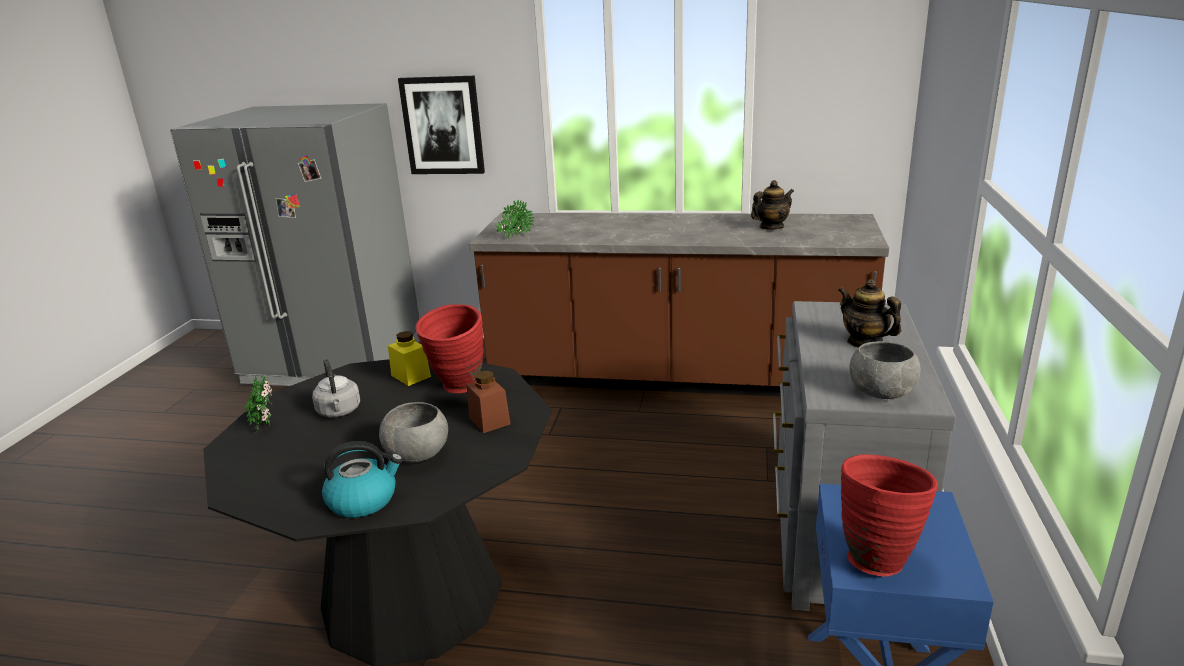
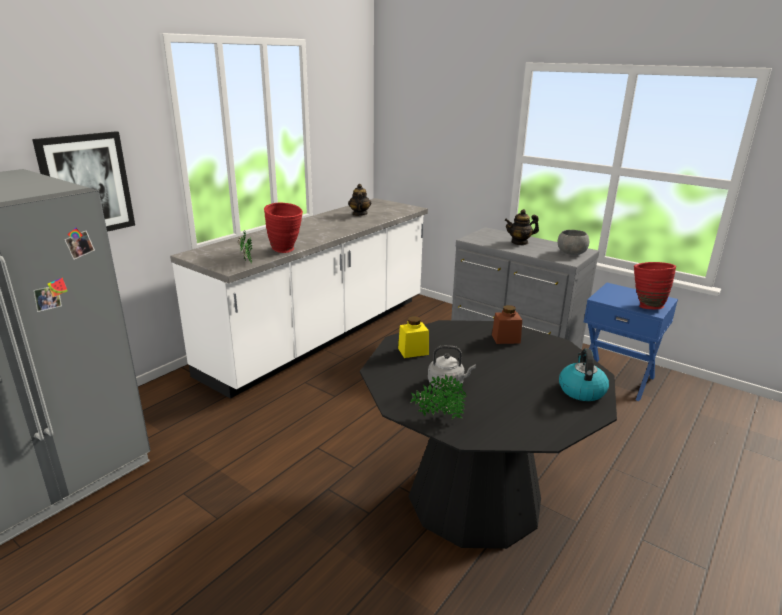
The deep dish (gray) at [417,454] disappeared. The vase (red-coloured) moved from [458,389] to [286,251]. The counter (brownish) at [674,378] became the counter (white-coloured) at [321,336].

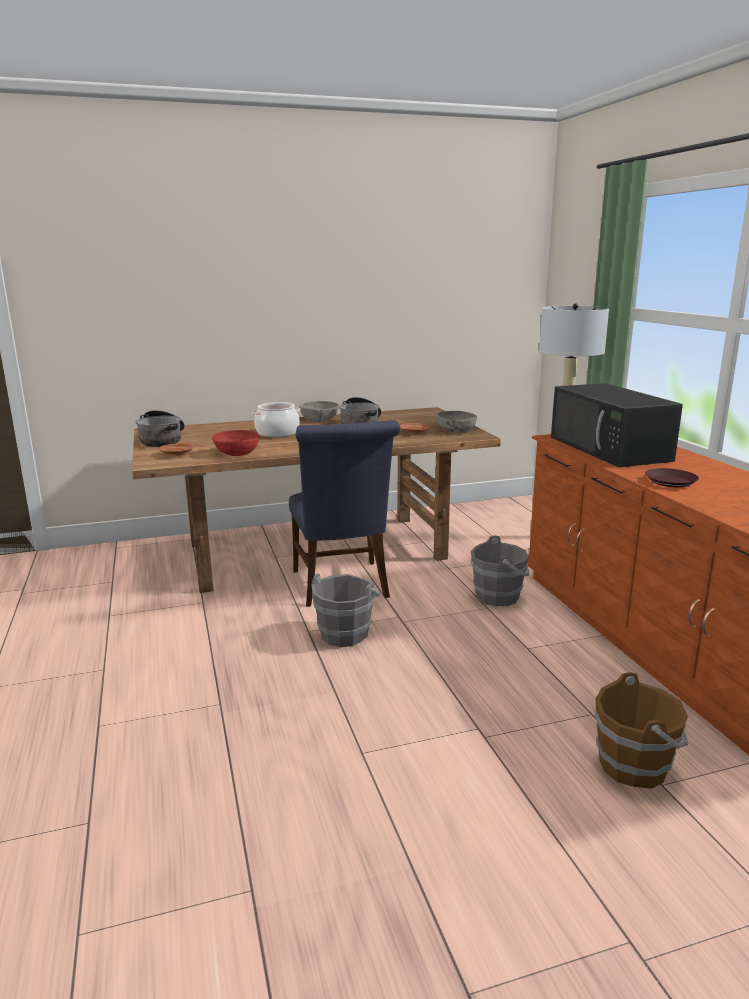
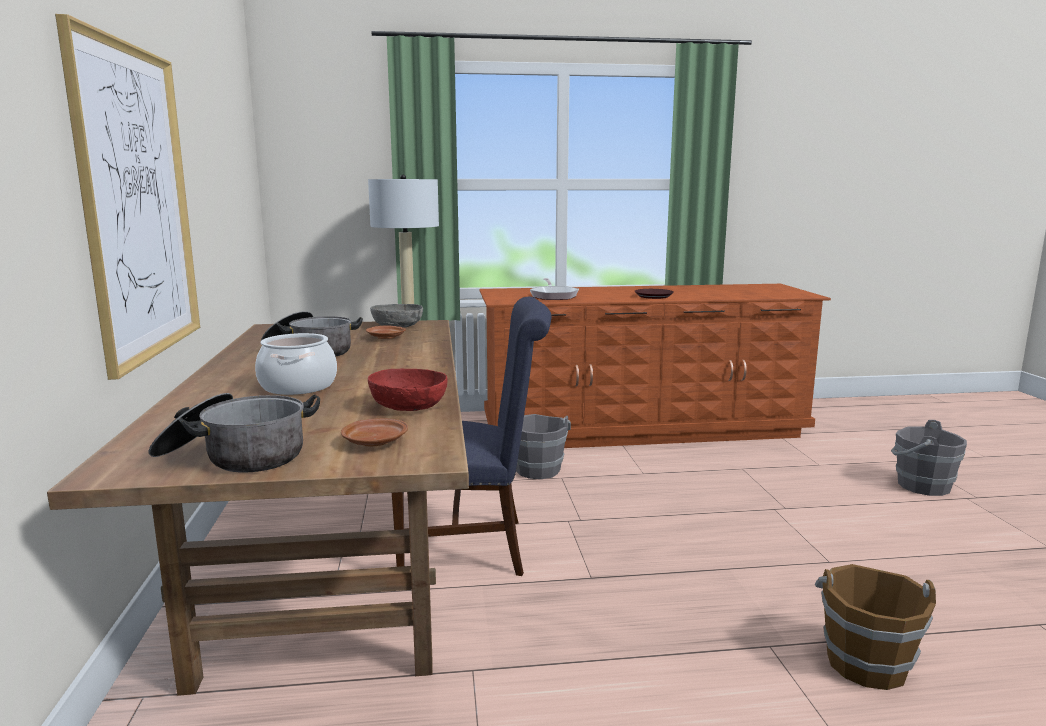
The deep dish (gray) at [319,420] disappeared. The picture at [138,203] appeared. The pail (gray) moved from [344,633] to [921,485]. The pail (brownish) moved from [635,766] to [866,662]. The microwave oven (black-coloured) at [610,449] was replaced by the pan at [553,296].

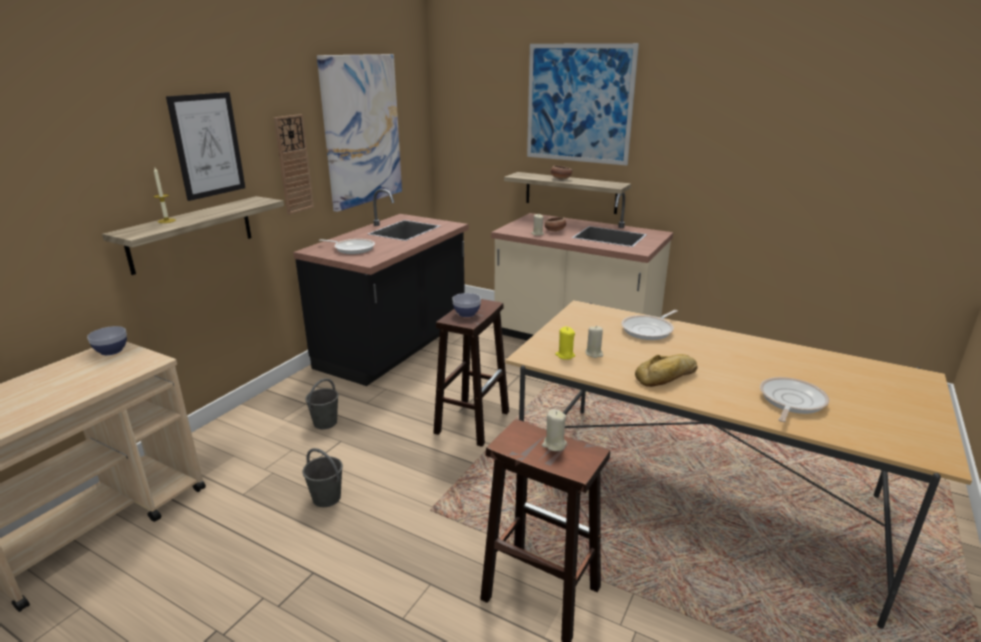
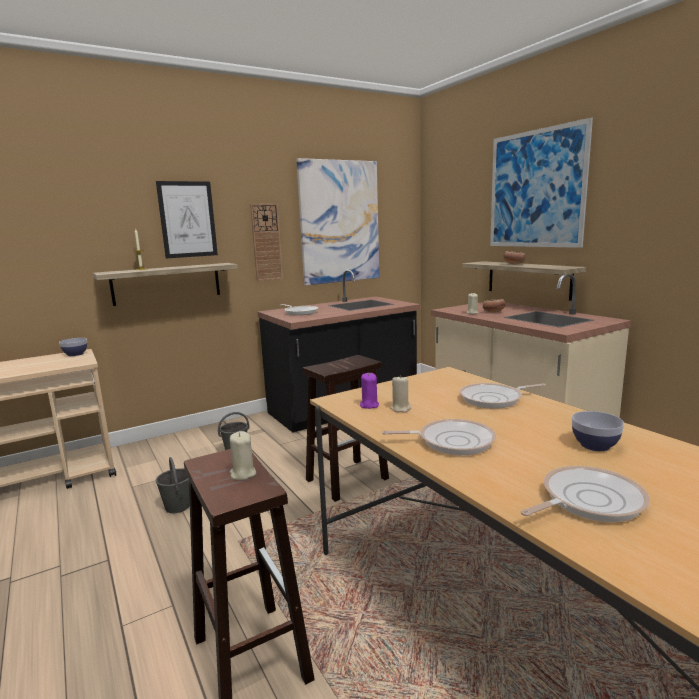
The deep dish moved from [466,314] to [594,445]. The baked bread at [667,376] was replaced by the pan at [451,441]. The wax candle (yellow) at [565,355] became the wax candle (purple-coloured) at [369,405].

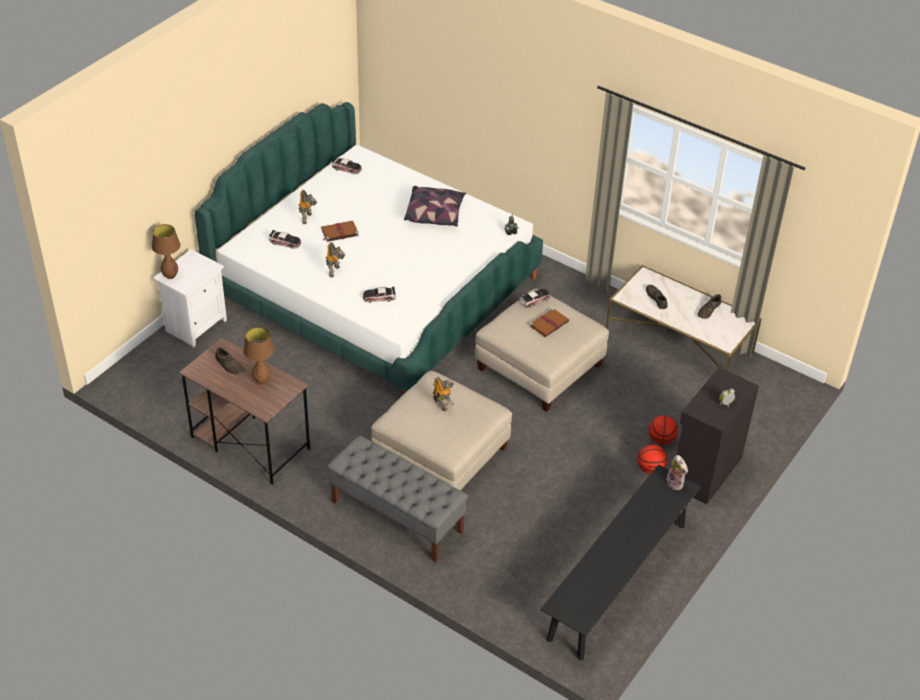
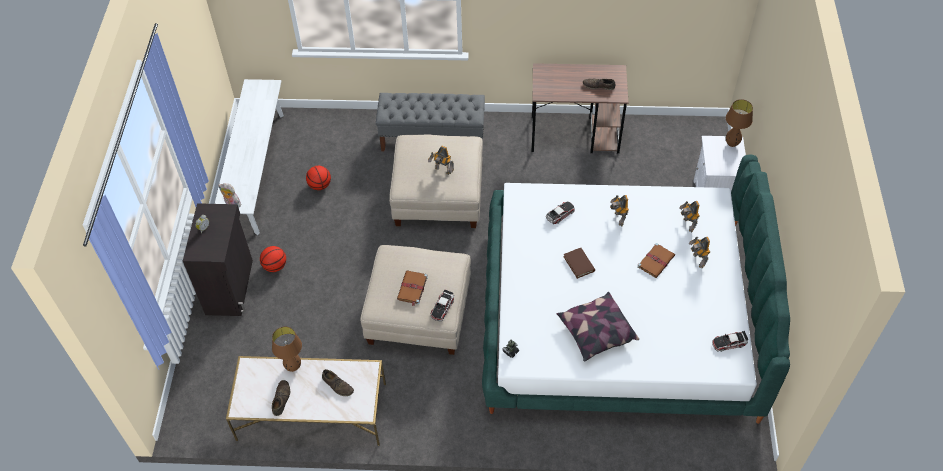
The book (brownish) at [579,264] appeared. The lamp for a table (brownish) moved from [261,381] to [293,367]. The basketball ball moved from [661,440] to [320,185]. The model car at [285,242] was replaced by the toy robot at [687,225]. The indoor bench (black-coloured) at [618,581] became the indoor bench (white-coloured) at [256,171].

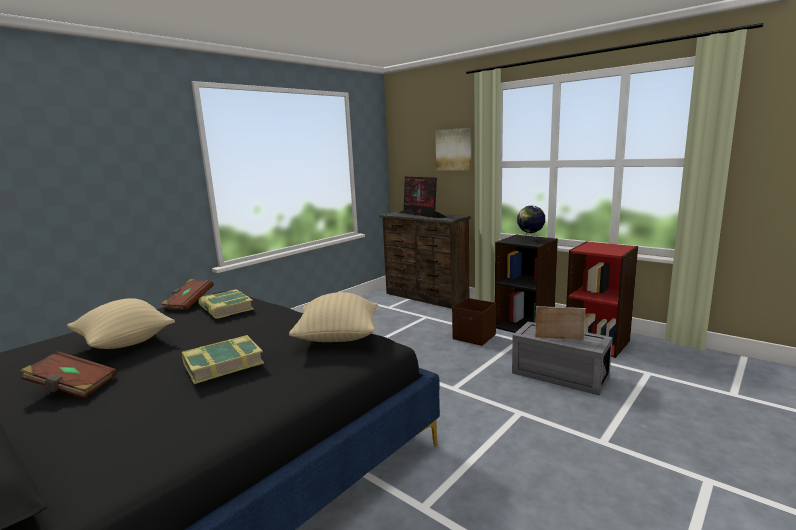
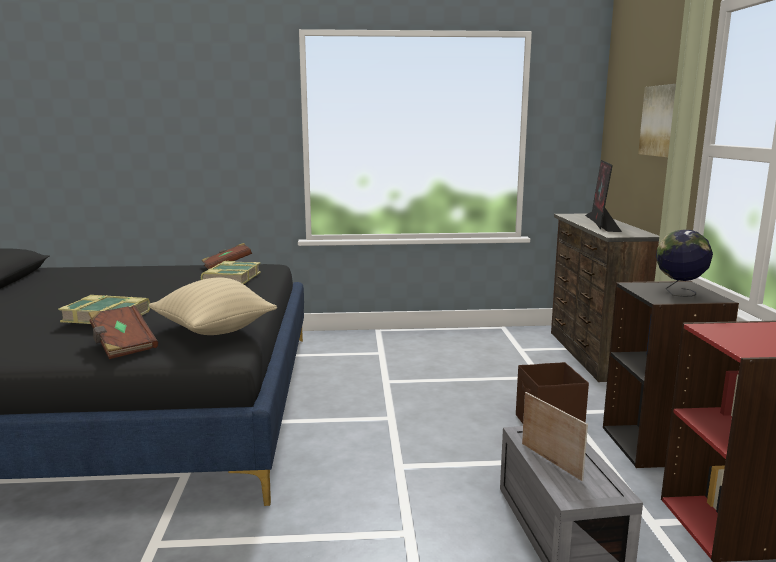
The pillow (beige-coloured) at [125,343] disappeared. The book (brownish) moved from [72,387] to [122,345].

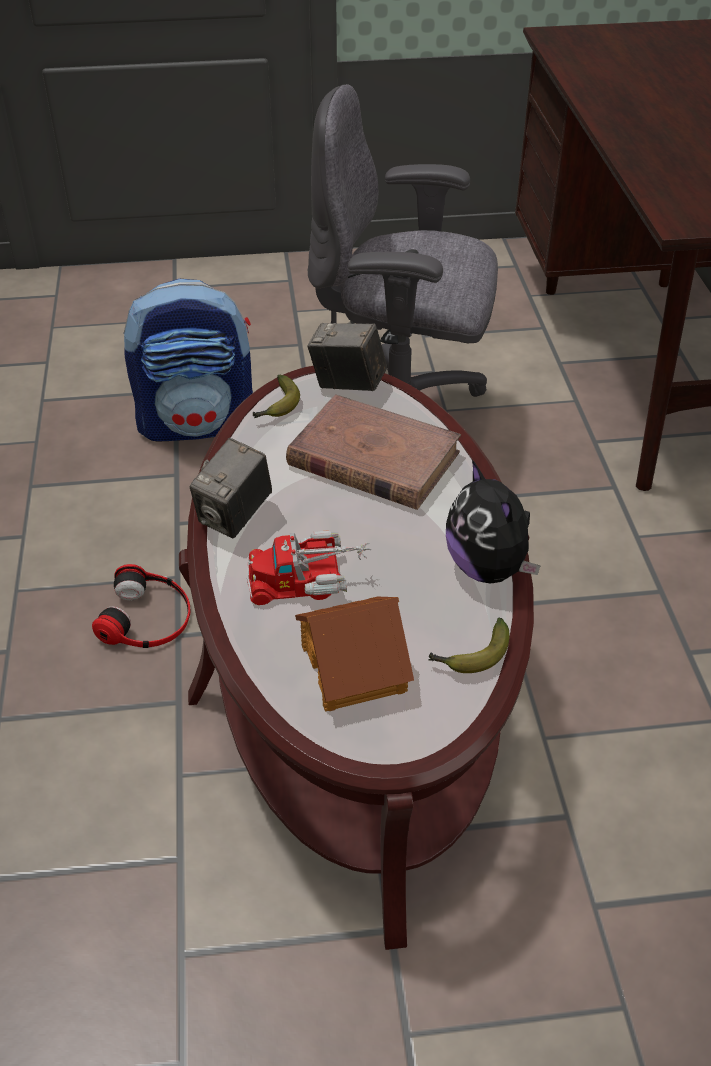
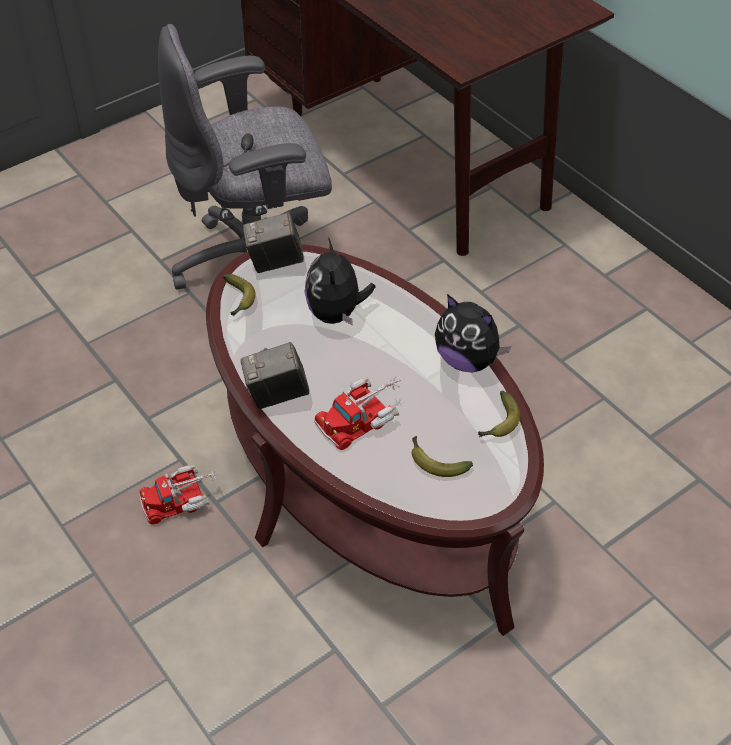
The backpack at [198,423] disappeared. The headphones at [147,617] was replaced by the toy lorry at [182,499]. The book (brownish) at [372,459] was replaced by the cuddly toy at [336,314]. The model house at [355,667] was replaced by the banana fruit at [435,462]. The still camera at [235,516] turned 75 degrees clockwise.

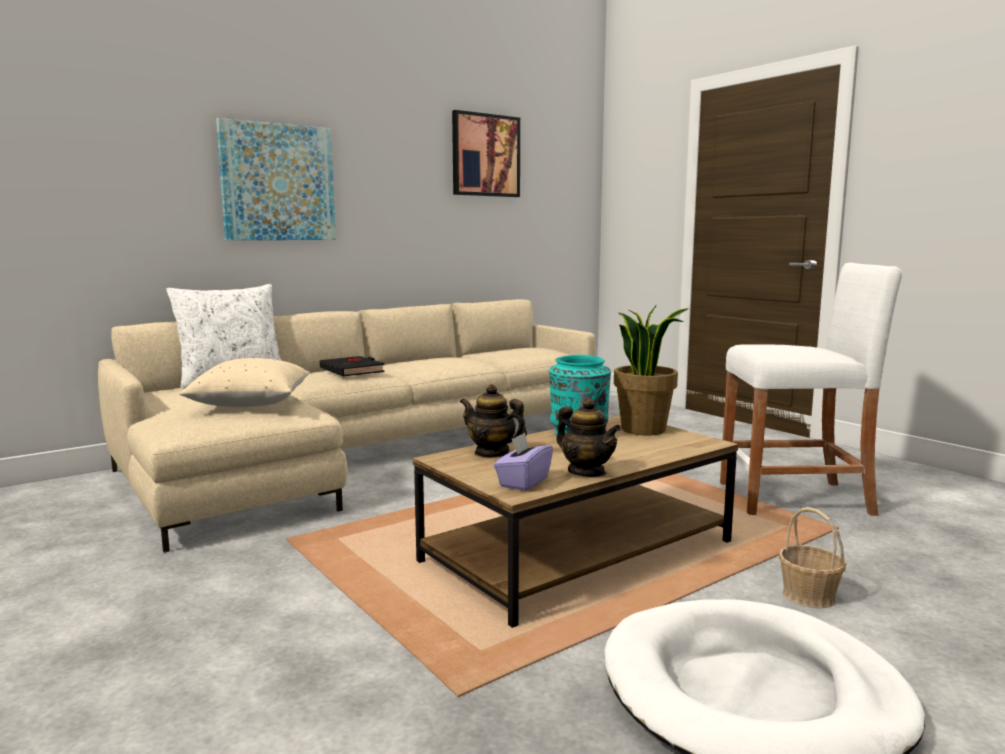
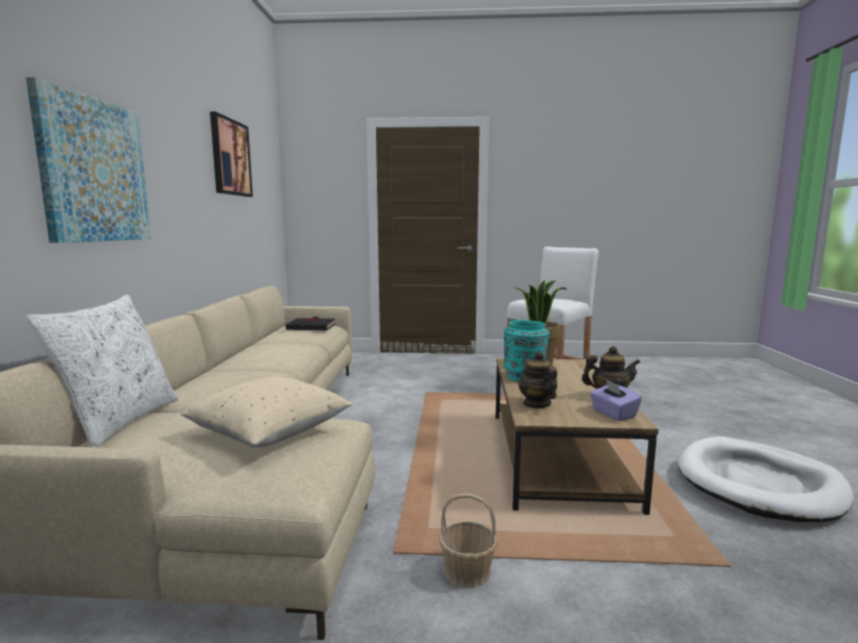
The book (black-coloured) moved from [352,371] to [311,328]. The storage basket moved from [809,596] to [468,571]. The teapot at [492,453] turned 90 degrees clockwise.

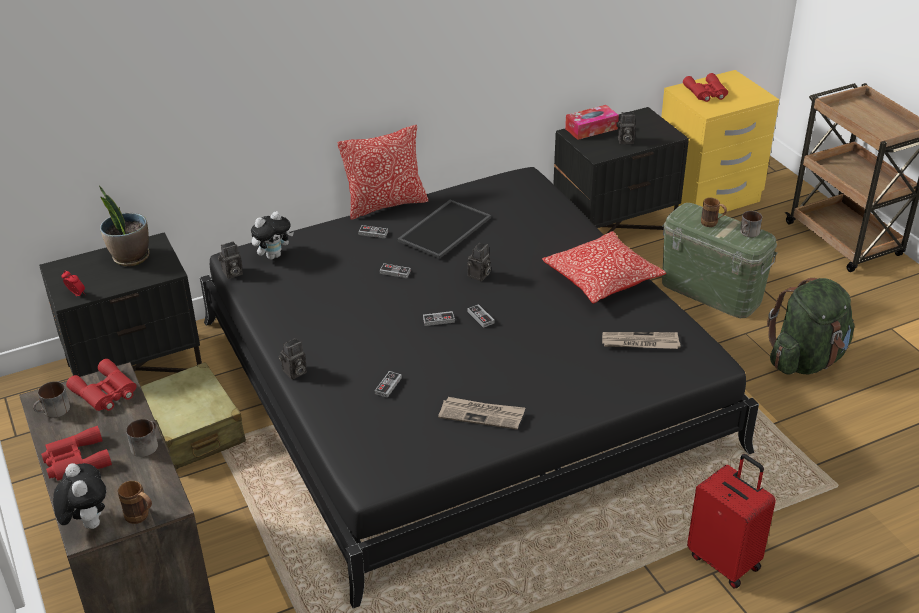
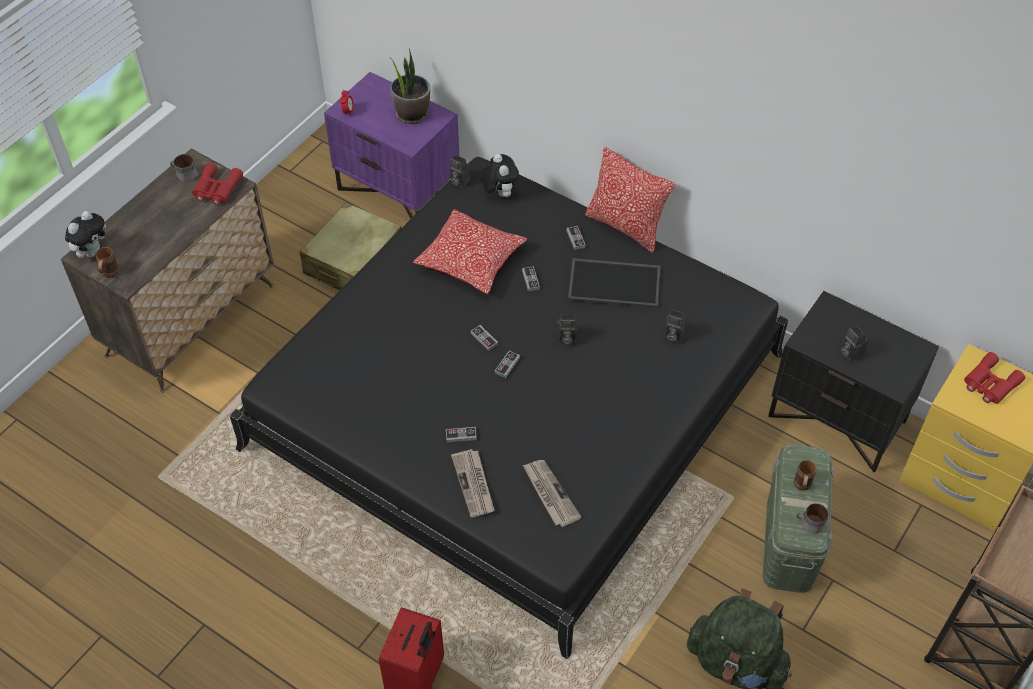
The binoculars (red-coloured) at [75,460] disappeared. The mug at [145,444] disappeared. The box of tissues at [591,129] disappeared. The still camera moved from [294,373] to [672,335]. The game controller moved from [388,385] to [461,435]. The newspaper moved from [482,415] to [474,484]. The pillow moved from [602,279] to [470,260]. The night table (black-coloured) at [135,368] became the night table (purple-coloured) at [398,191]. The cuddly toy at [273,255] turned 135 degrees counterclockwise.

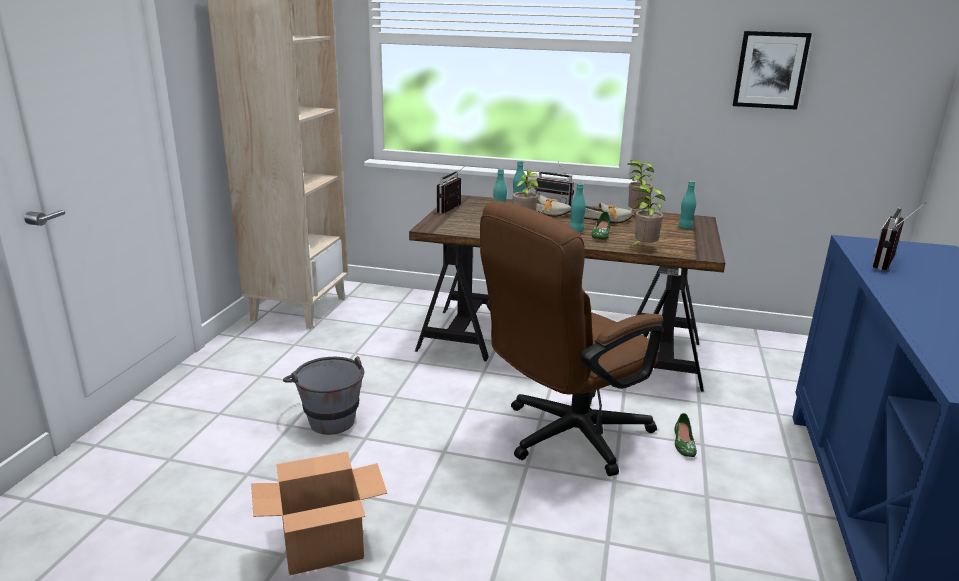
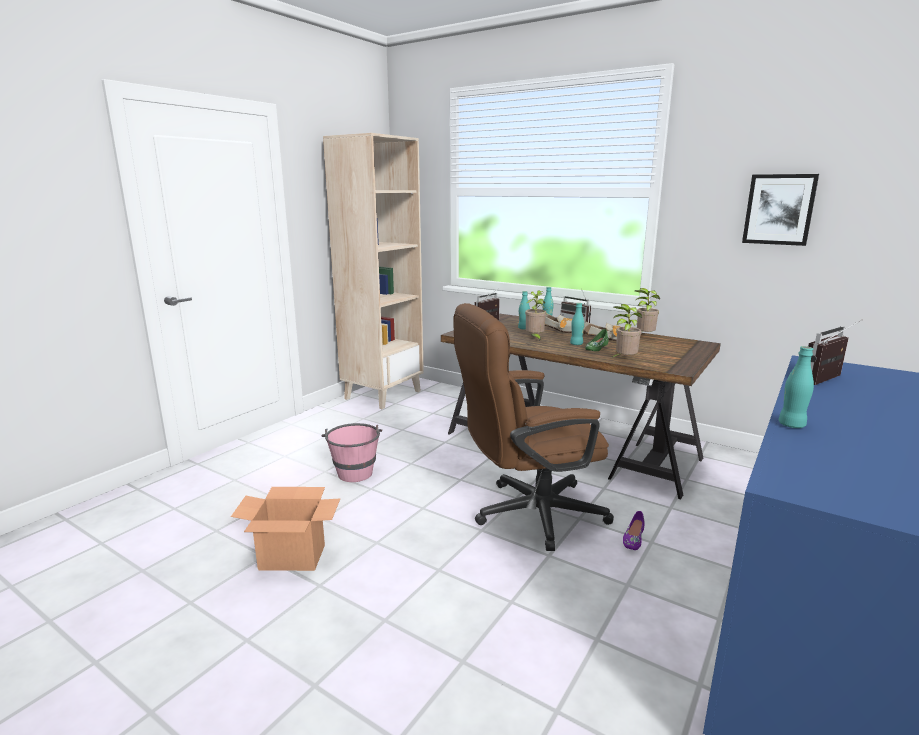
The drink bottle (turquoise) moved from [685,228] to [791,425]. The pail (gray) at [328,417] became the pail (pink) at [354,470]. The item of footwear (green) at [683,443] became the item of footwear (purple-coloured) at [633,538].

